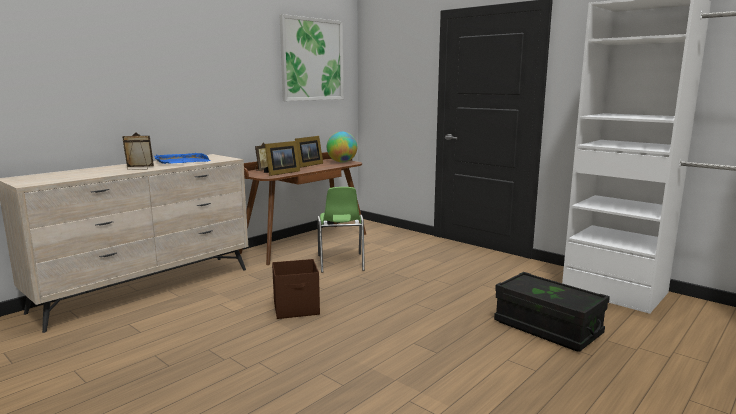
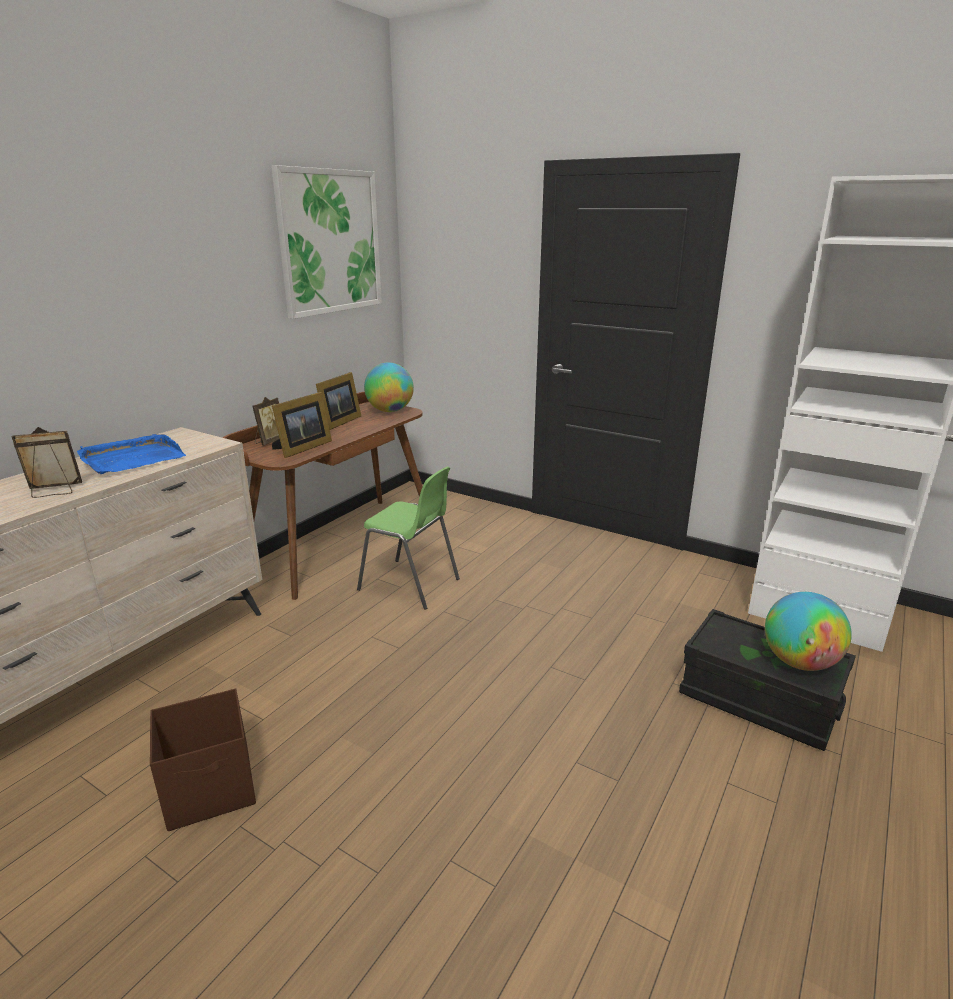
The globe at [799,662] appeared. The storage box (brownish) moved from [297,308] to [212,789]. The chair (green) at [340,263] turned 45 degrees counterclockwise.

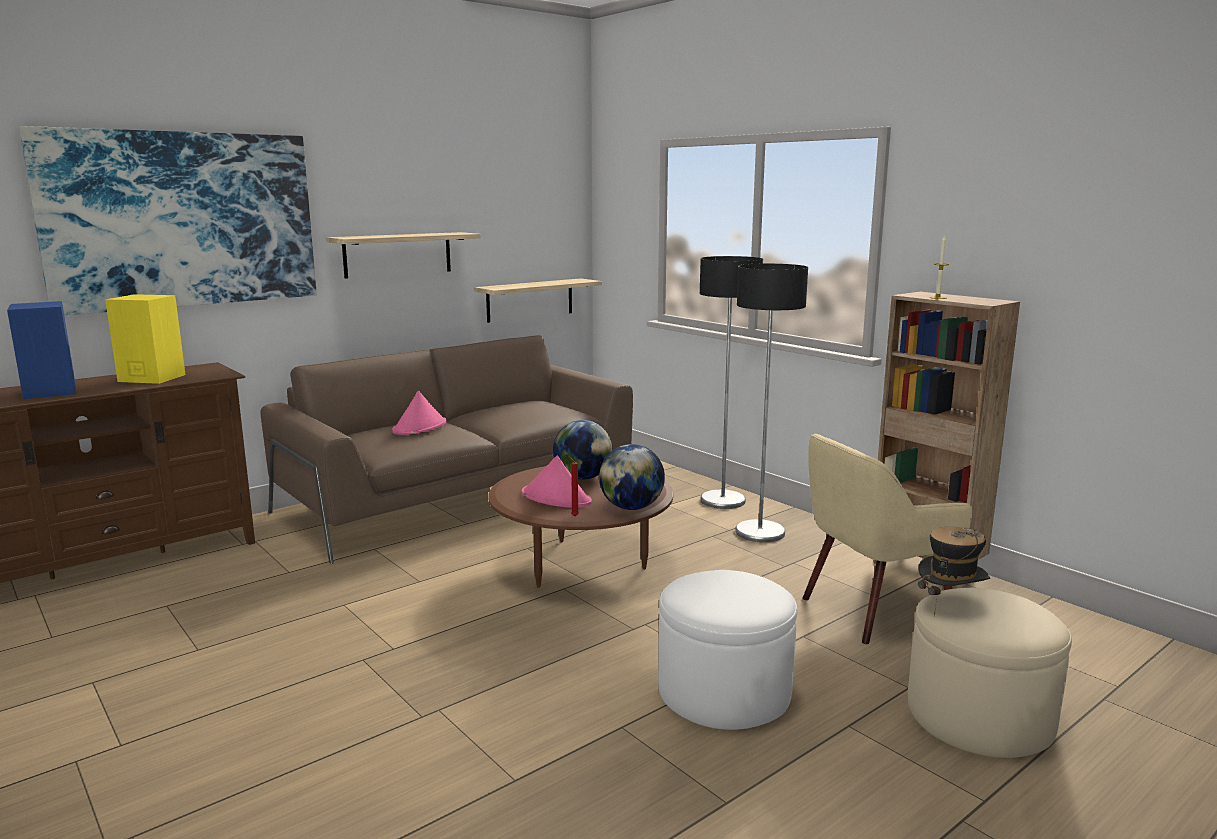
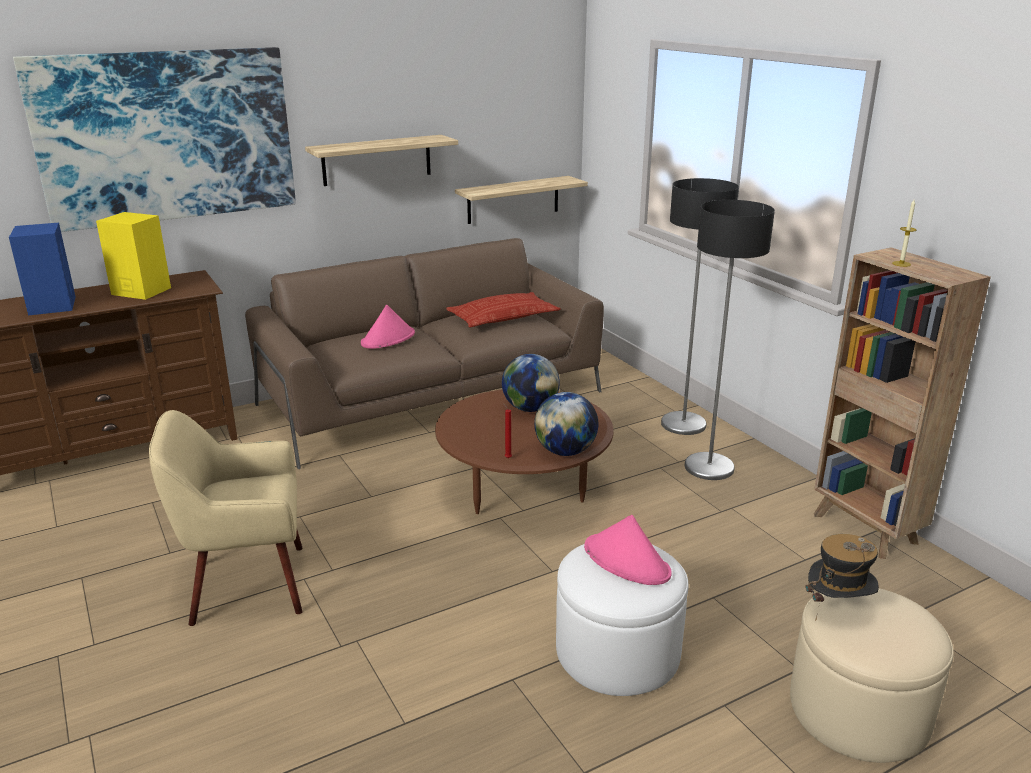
The pillow at [503,317] appeared. The clothing hat (pink) moved from [556,498] to [627,561]. The lounge chair (beige-coloured) moved from [872,610] to [246,585].

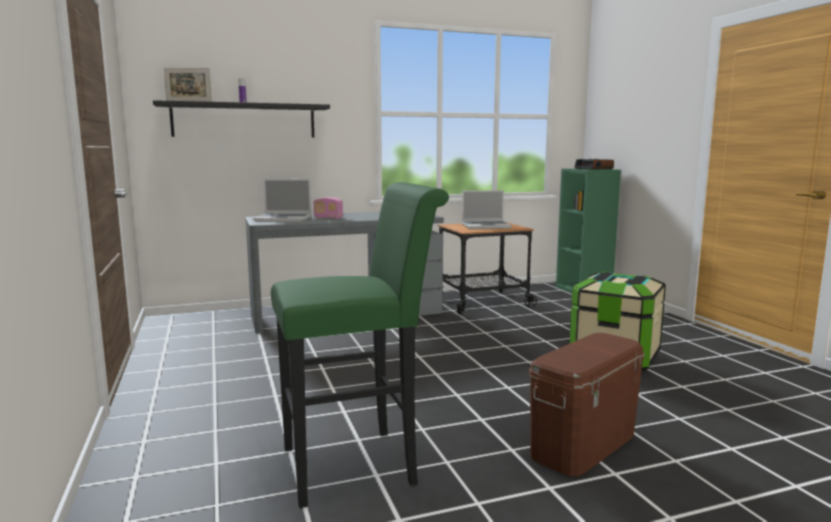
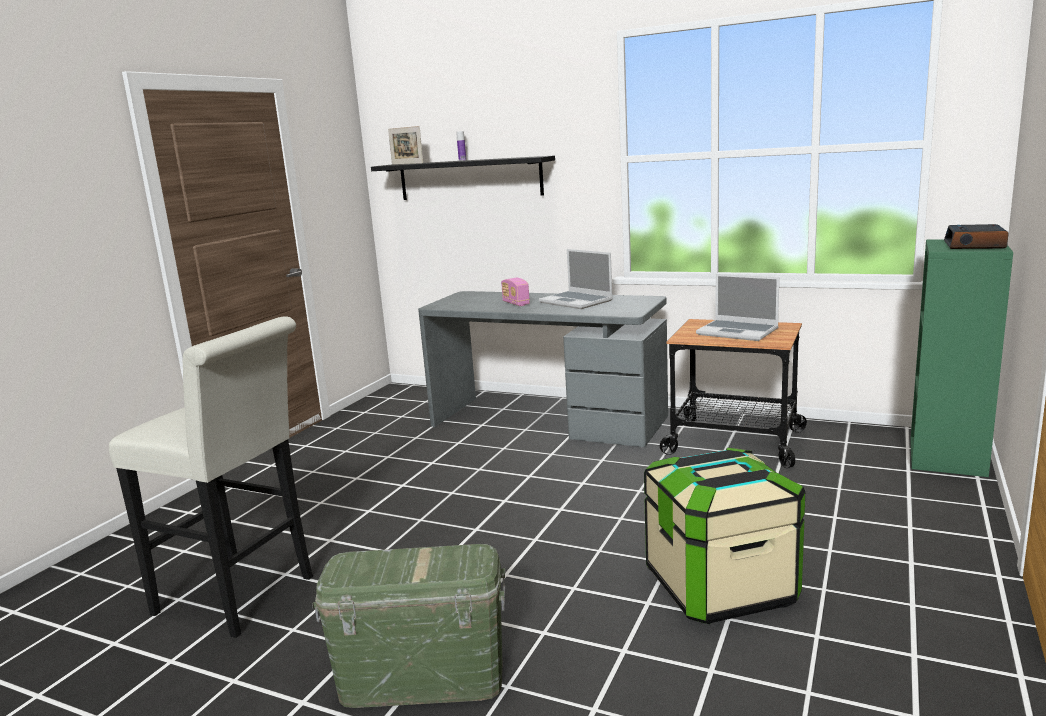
The portable computer moved from [284,219] to [577,301]. The stool (green) at [359,464] became the stool (white-coloured) at [243,597]. The storage box (brownish) at [583,444] became the storage box (green) at [423,678].

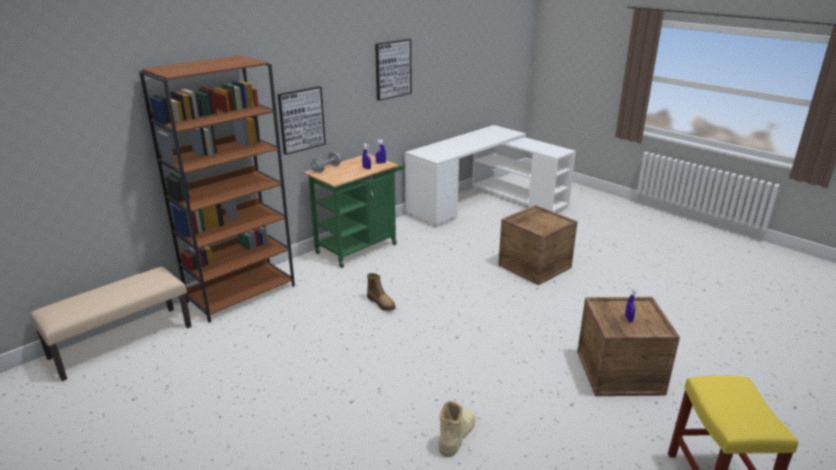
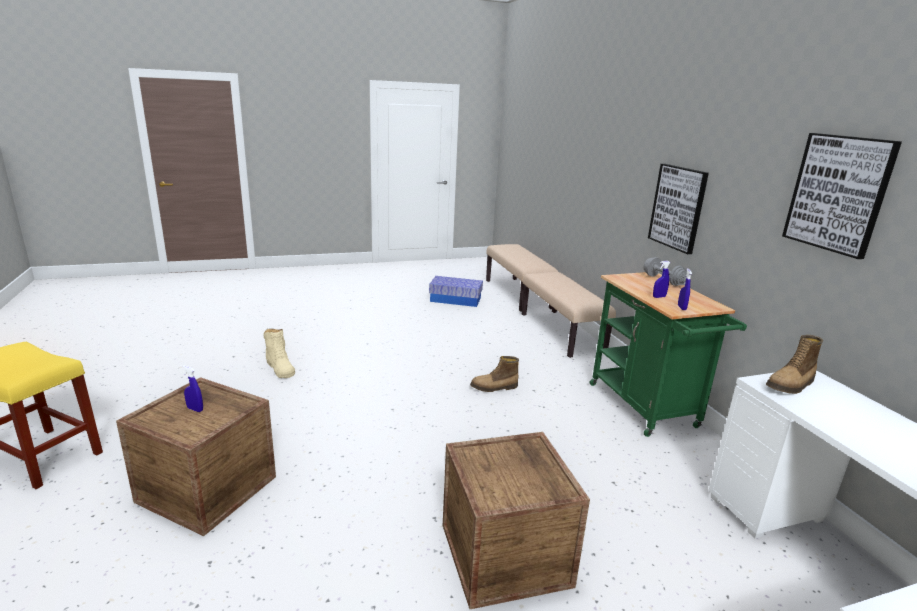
The storage box at [455,299] appeared. The tall boot at [791,385] appeared. The bookshelf (brownish) at [242,293] was replaced by the indoor bench (beige-coloured) at [562,333].

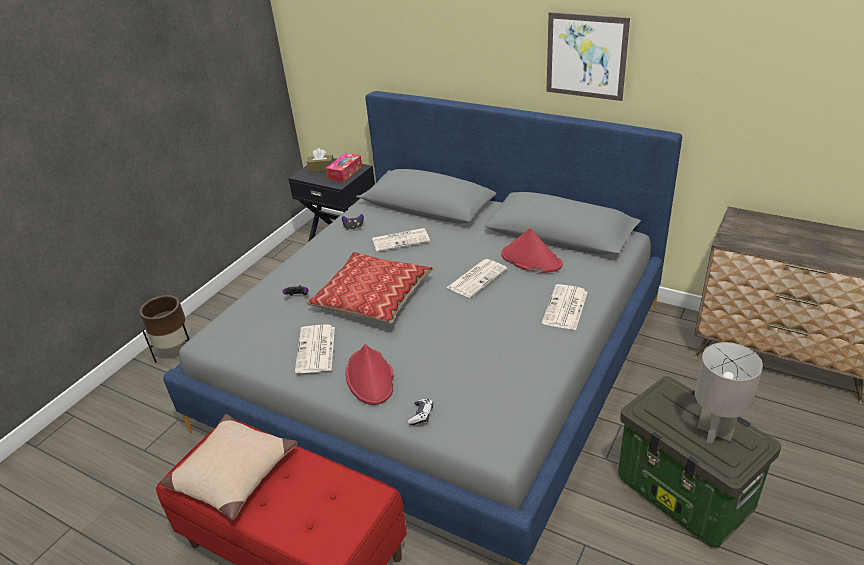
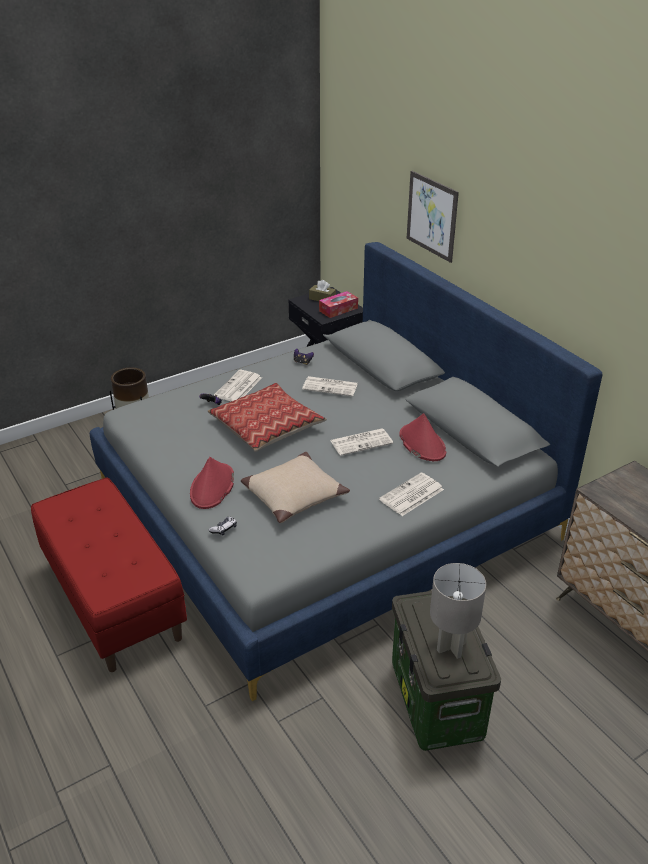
The pillow (beige-coloured) moved from [232,473] to [294,495]. The newspaper moved from [316,350] to [238,387]. The picture moved from [586,56] to [432,216].

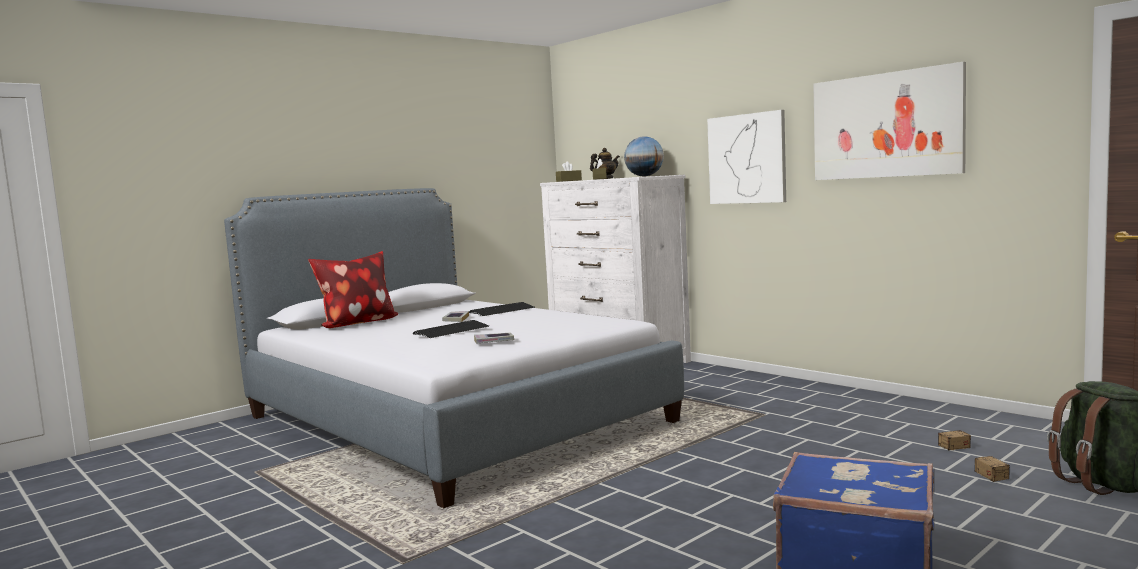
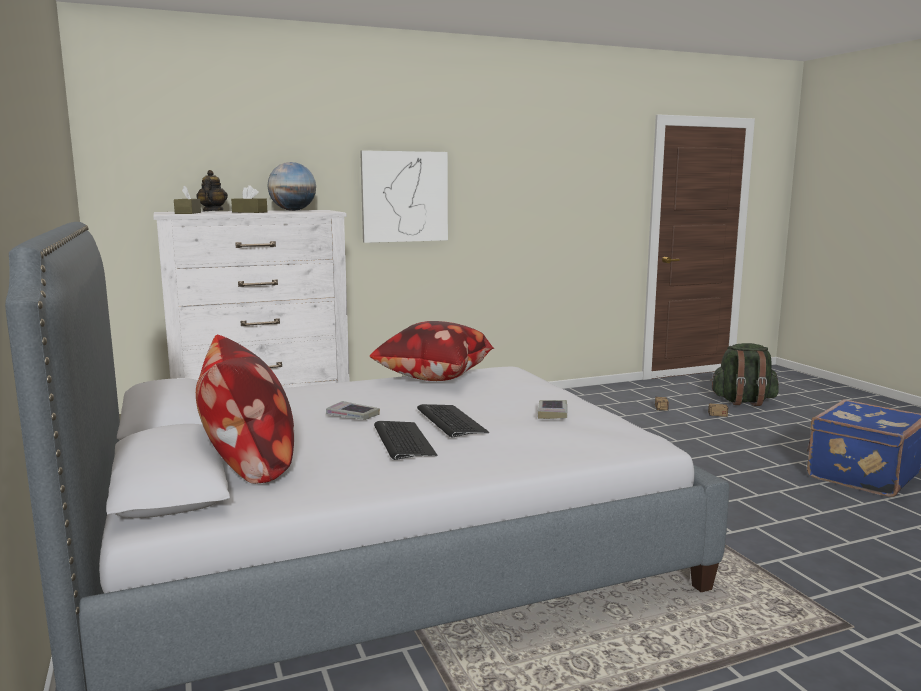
The picture at [886,125] disappeared. The pillow at [434,379] appeared. The computer keyboard moved from [502,310] to [403,441].

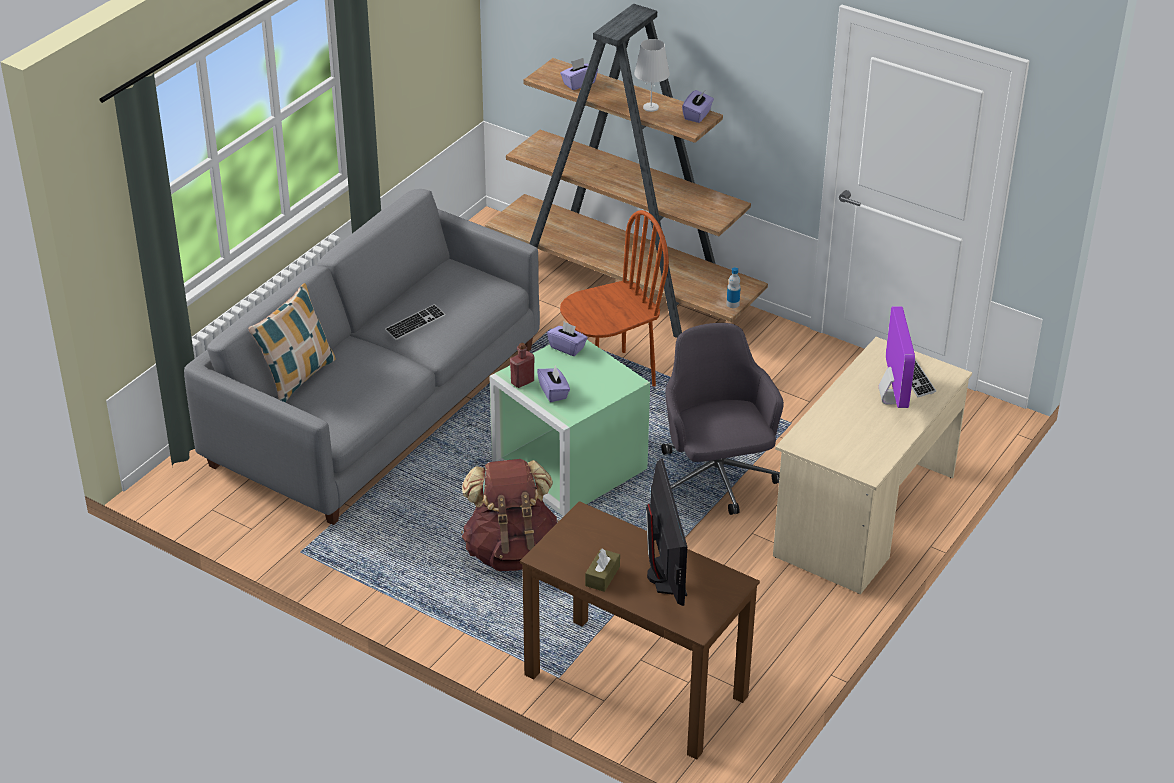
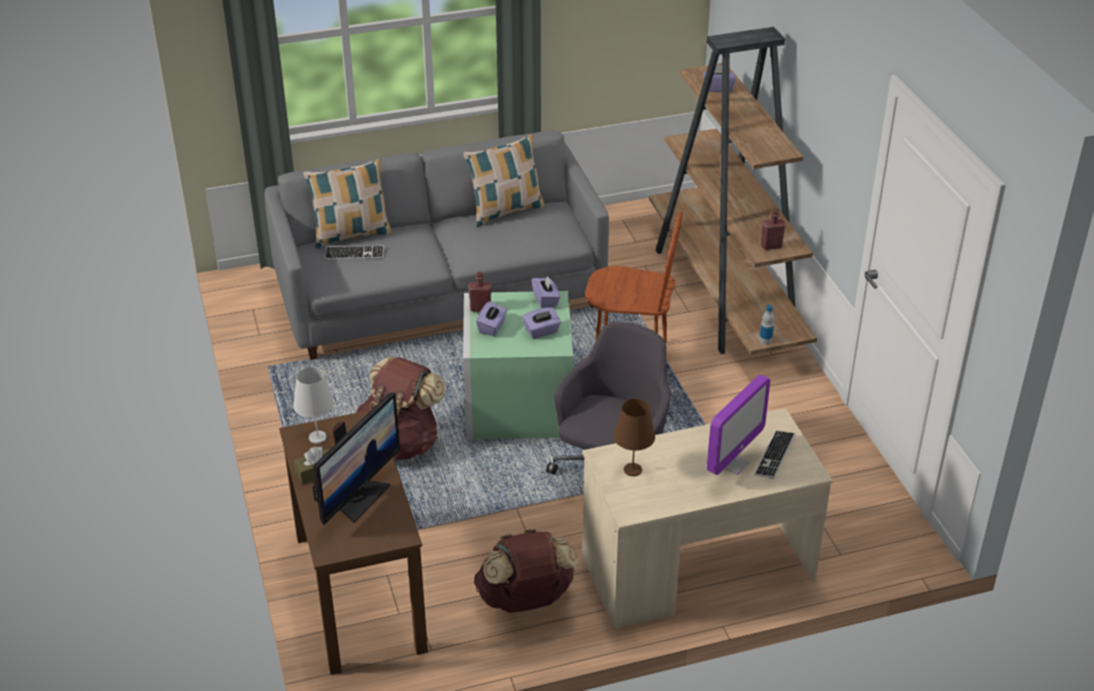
The pillow at [505,211] appeared. The backpack (brownish) at [525,600] appeared. The lamp for a table (brownish) at [633,469] appeared. The drink bottle (red-coloured) at [771,246] appeared. The computer keyboard moved from [415,324] to [354,254]. The lamp for a table (white-coloured) moved from [650,107] to [317,437]. The box of tissues (purple-coloured) moved from [697,115] to [541,331].

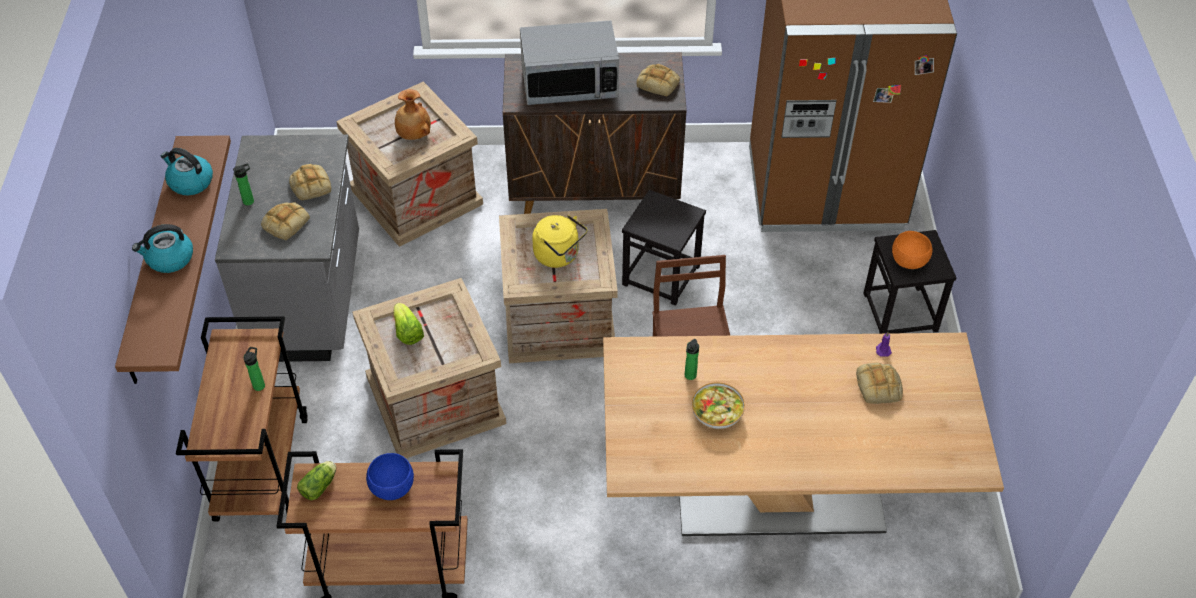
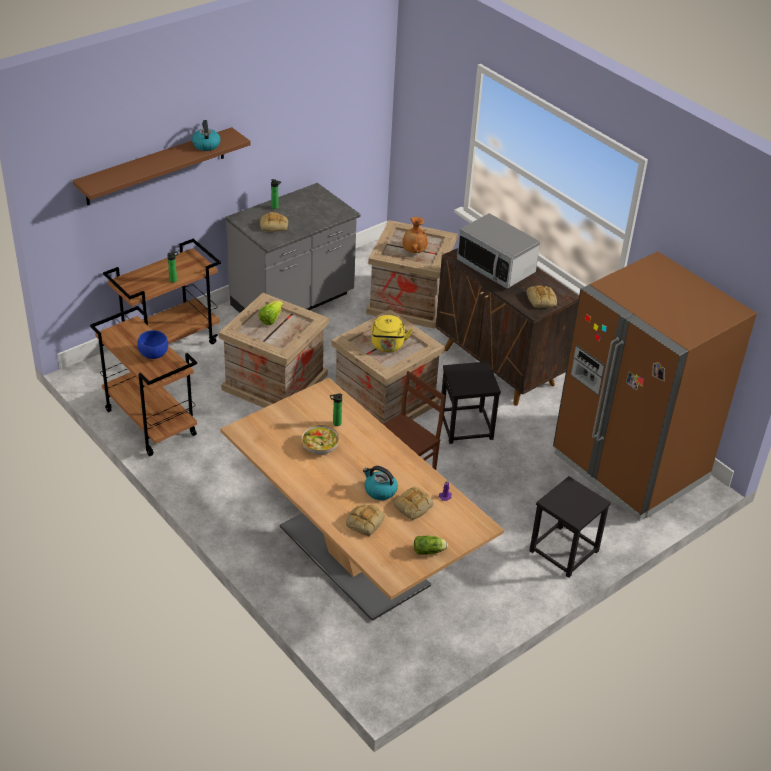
The deep dish (orangey) at [909,262] disappeared. The kettle moved from [169,259] to [380,490]. The baked bread moved from [310,185] to [364,521]. The lettuce moved from [320,485] to [430,551].

